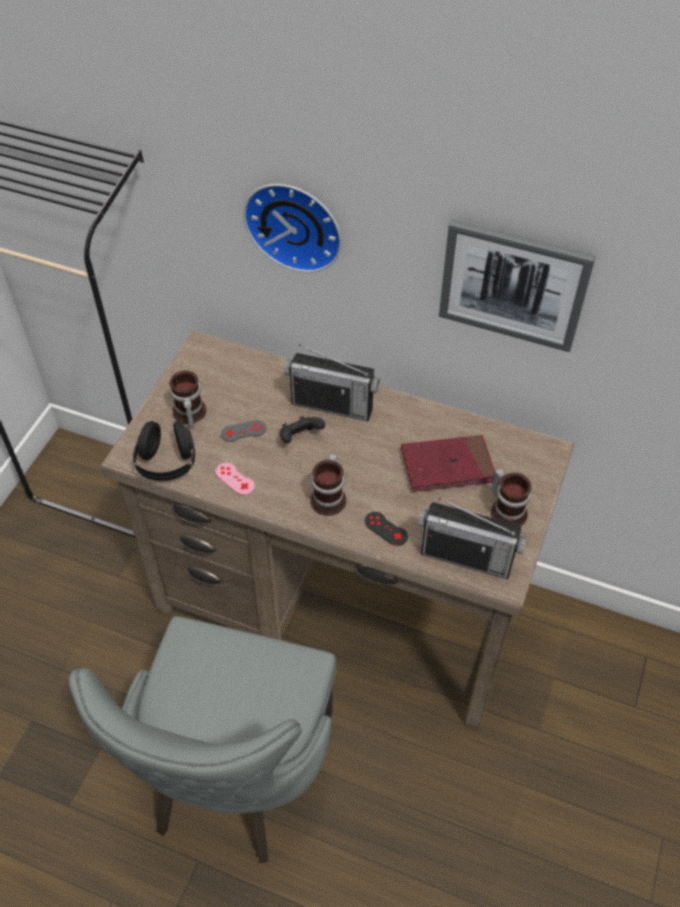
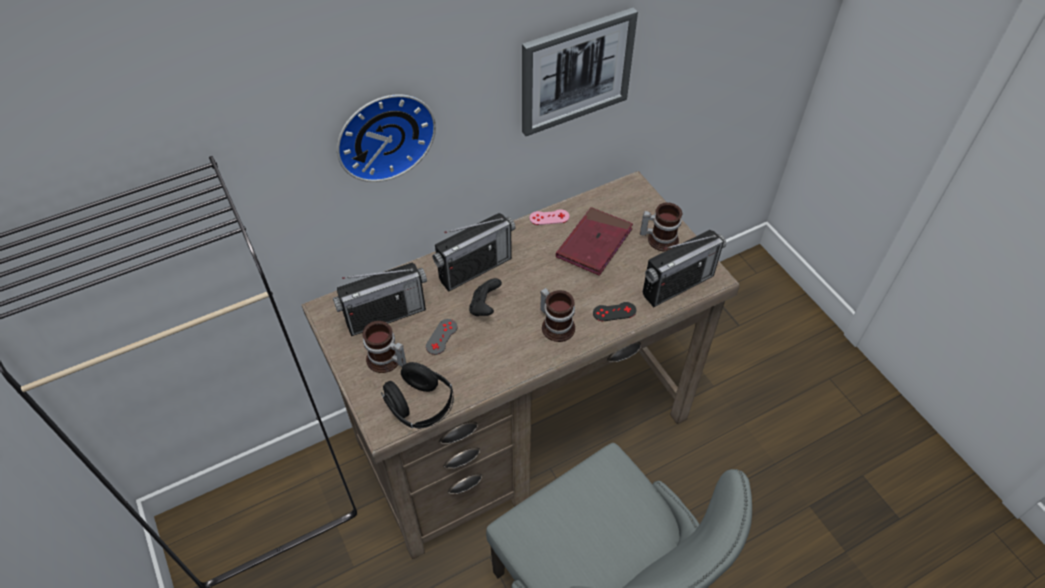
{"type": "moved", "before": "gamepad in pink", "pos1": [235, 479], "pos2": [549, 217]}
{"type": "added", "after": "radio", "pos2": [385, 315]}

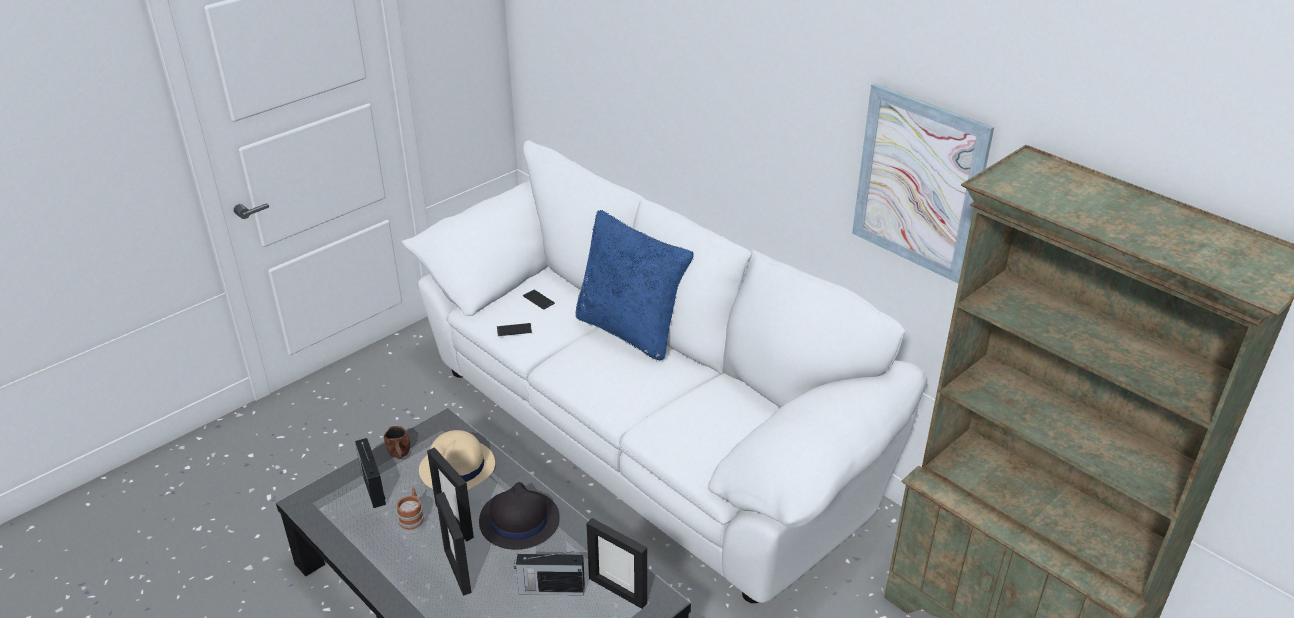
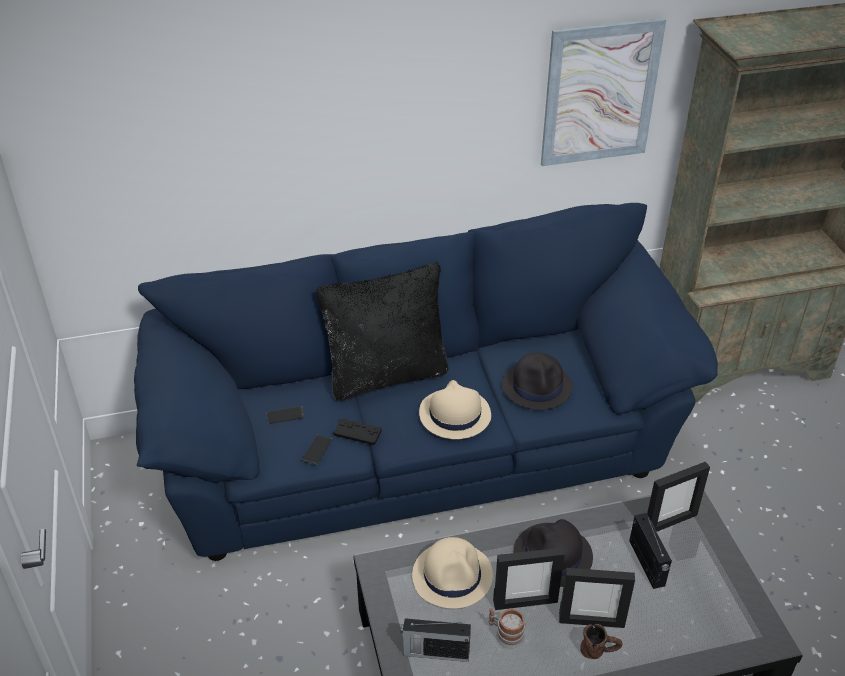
{"type": "moved", "before": "mug in brown-coloured", "pos1": [400, 456], "pos2": [600, 651]}
{"type": "recoloured", "before": "sofa in whitish", "after": "sofa in bluish", "pos1": [644, 440], "pos2": [422, 460]}
{"type": "turned", "before": "radio", "pos1": [550, 589], "pos2": [647, 564], "turn": -45}
{"type": "recoloured", "before": "throw pillow in bluish", "after": "throw pillow in black", "pos1": [629, 334], "pos2": [388, 378]}
{"type": "added", "after": "gamepad in black", "pos2": [357, 432]}
{"type": "added", "after": "wearable hat in sand-coloured", "pos2": [454, 414]}
{"type": "added", "after": "wearable hat in black", "pos2": [537, 386]}

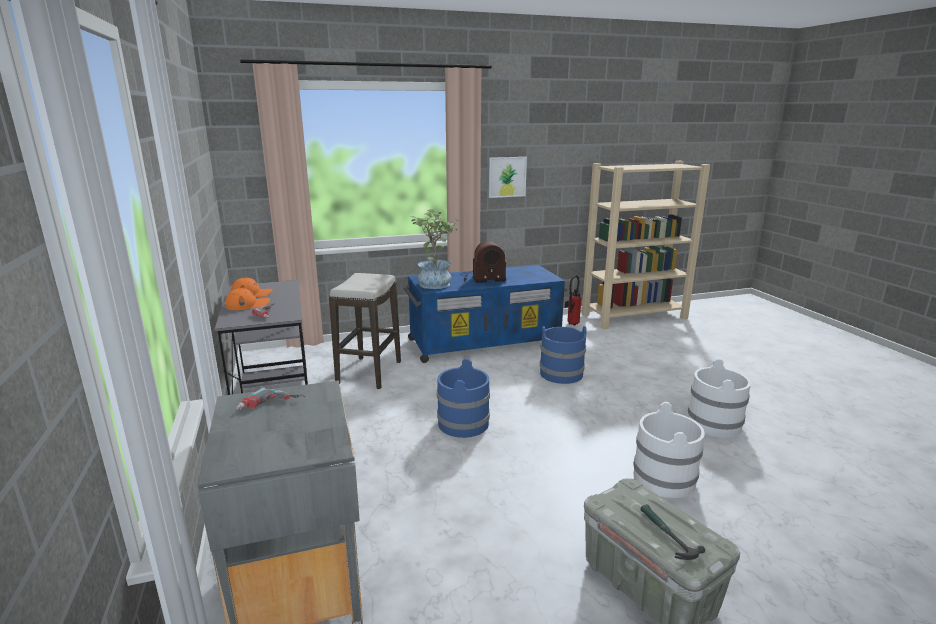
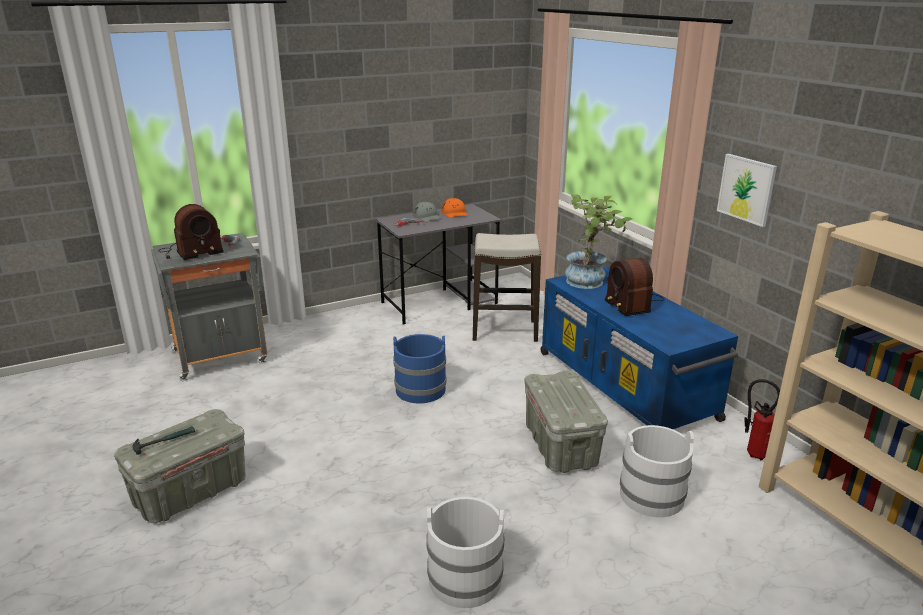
{"type": "recoloured", "before": "baseball cap in orangey", "after": "baseball cap in greyish", "pos1": [248, 304], "pos2": [427, 216]}
{"type": "replaced", "before": "bucket in bluish", "after": "storage box in greyish", "pos1": [561, 373], "pos2": [561, 446]}
{"type": "moved", "before": "bucket in whitish", "pos1": [663, 478], "pos2": [652, 495]}
{"type": "added", "after": "radio", "pos2": [190, 252]}

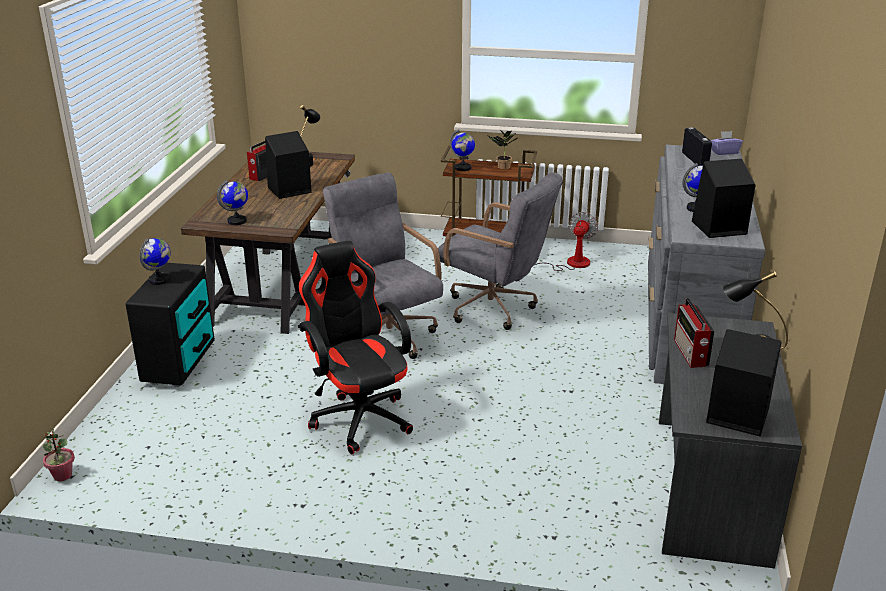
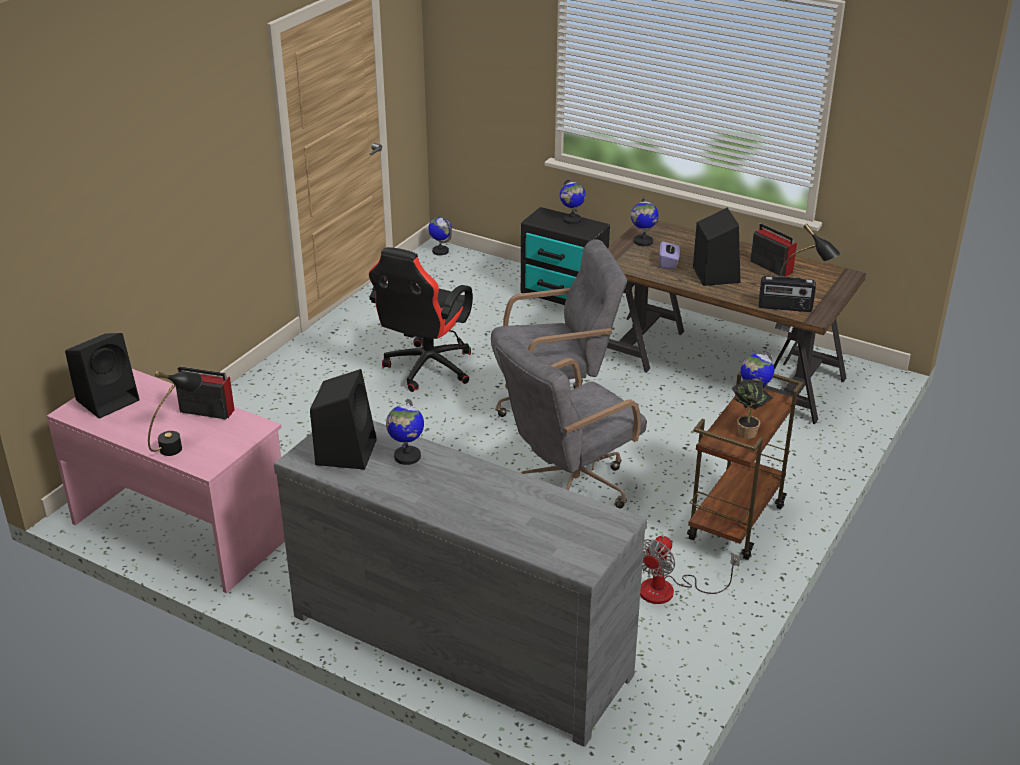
{"type": "replaced", "before": "plant in a pot", "after": "desk globe", "pos1": [62, 475], "pos2": [440, 251]}
{"type": "turned", "before": "computer chair in black", "pos1": [359, 416], "pos2": [425, 371], "turn": 120}
{"type": "turned", "before": "electric fan", "pos1": [569, 263], "pos2": [669, 590], "turn": 75}
{"type": "recoloured", "before": "desk unit in greyish", "after": "desk unit in pink", "pos1": [708, 487], "pos2": [182, 528]}
{"type": "moved", "before": "radio", "pos1": [695, 159], "pos2": [785, 308]}
{"type": "moved", "before": "box of tissues in purple", "pos1": [724, 152], "pos2": [668, 263]}

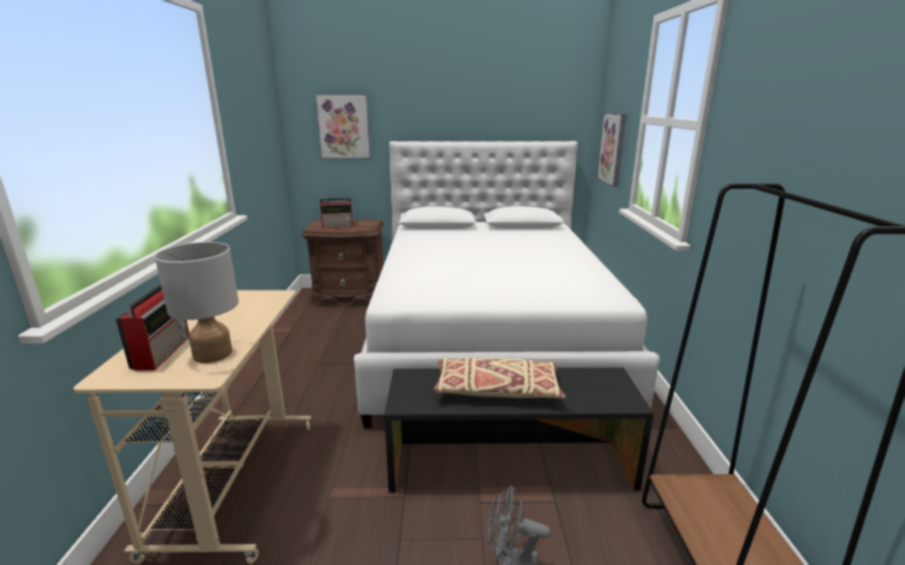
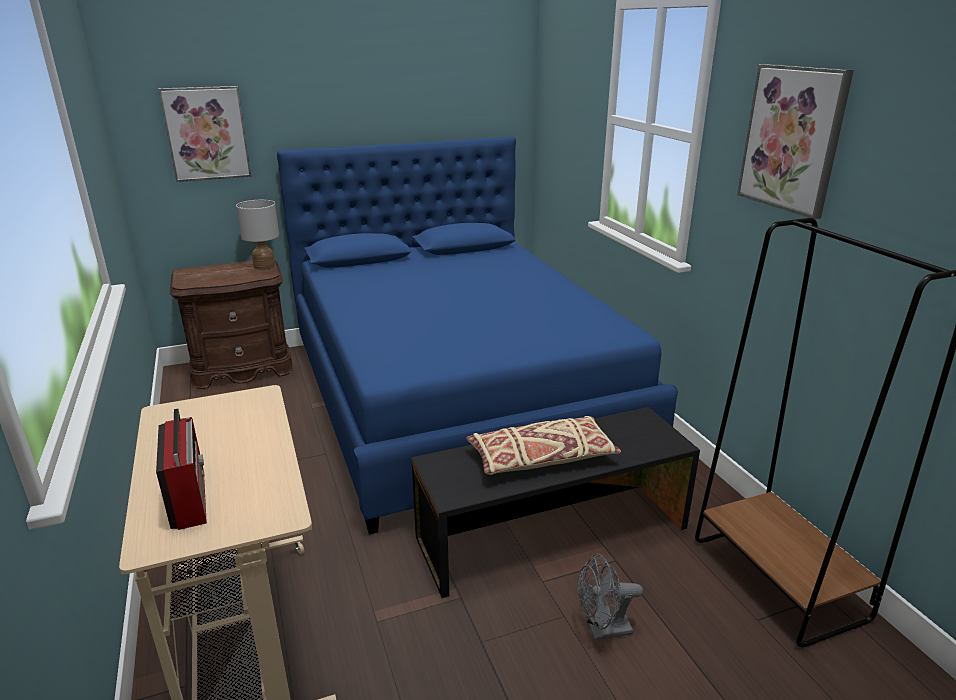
{"type": "moved", "before": "table lamp in greyish", "pos1": [213, 354], "pos2": [264, 266]}
{"type": "removed", "before": "radio", "pos1": [338, 226]}
{"type": "recoloured", "before": "sleeping bed in whitish", "after": "sleeping bed in bluish", "pos1": [489, 339], "pos2": [457, 396]}
{"type": "moved", "before": "wall picture", "pos1": [612, 149], "pos2": [792, 139]}

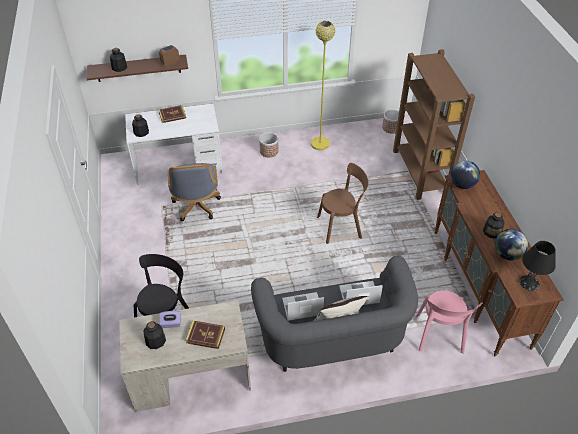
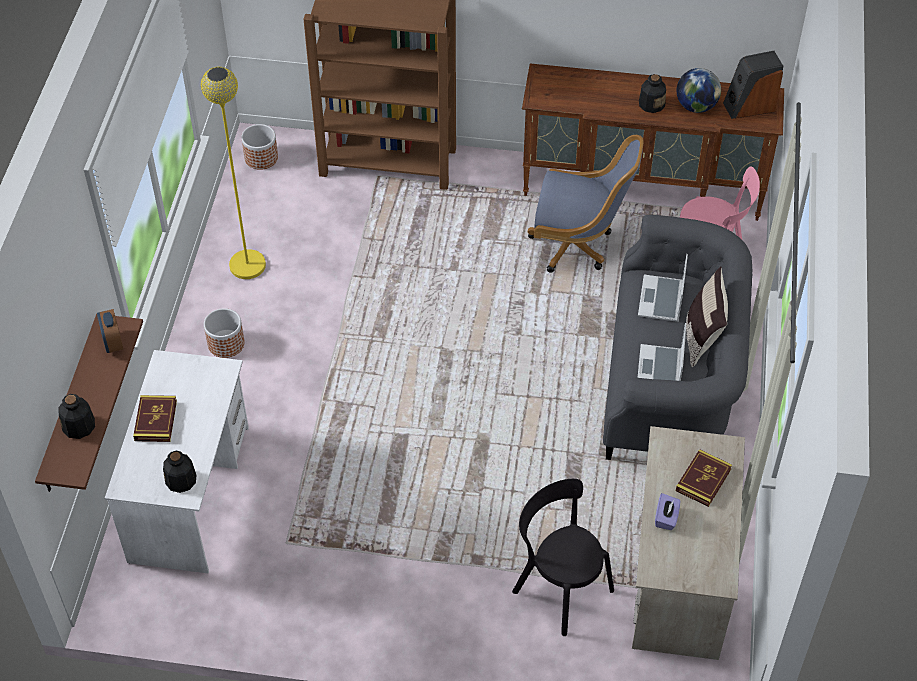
{"type": "removed", "before": "drink bottle", "pos1": [155, 341]}
{"type": "moved", "before": "computer chair in bluish", "pos1": [197, 209], "pos2": [578, 246]}
{"type": "removed", "before": "plain chair in brown-coloured", "pos1": [341, 227]}
{"type": "removed", "before": "desk globe", "pos1": [462, 185]}
{"type": "replaced", "before": "table lamp in black", "after": "speaker", "pos1": [529, 283], "pos2": [749, 106]}

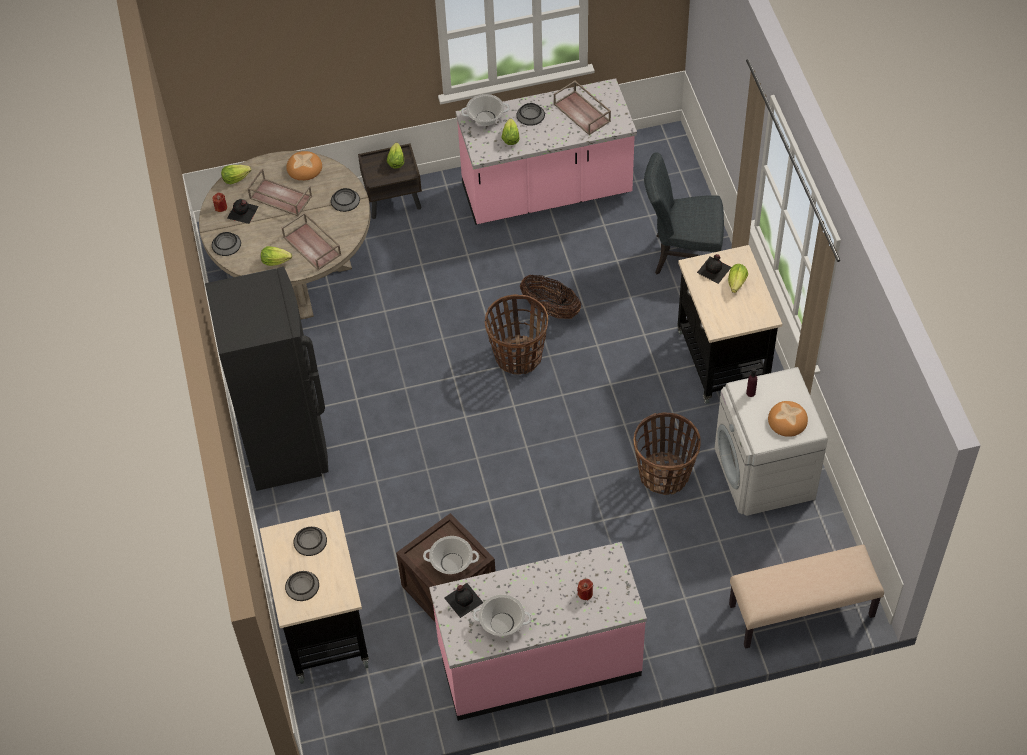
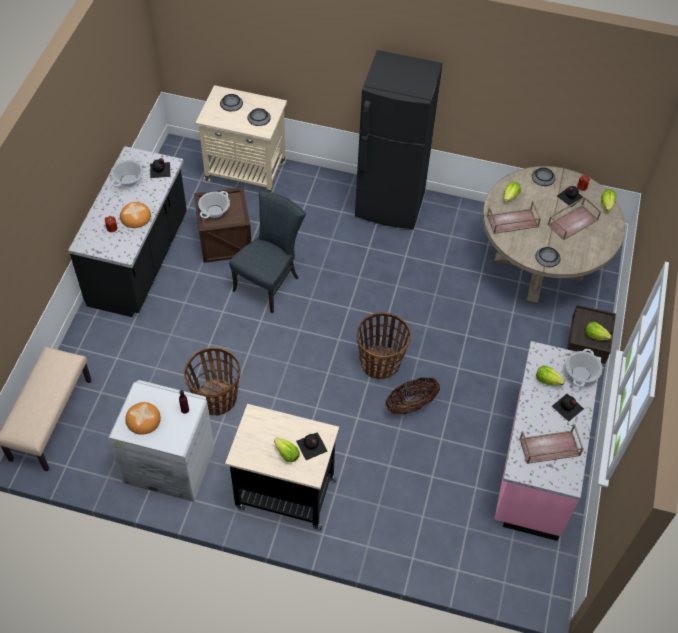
{"type": "recoloured", "before": "wheeled cart in black", "after": "wheeled cart in sand-coloured", "pos1": [324, 629], "pos2": [245, 173]}
{"type": "moved", "before": "bakery bread", "pos1": [304, 168], "pos2": [135, 217]}
{"type": "recoloured", "before": "kitchen base unit in pink", "after": "kitchen base unit in black", "pos1": [539, 661], "pos2": [140, 261]}
{"type": "replaced", "before": "serving bowl", "after": "drink bottle in black", "pos1": [530, 115], "pos2": [567, 408]}
{"type": "moved", "before": "plain chair in greyish", "pos1": [681, 255], "pos2": [269, 282]}

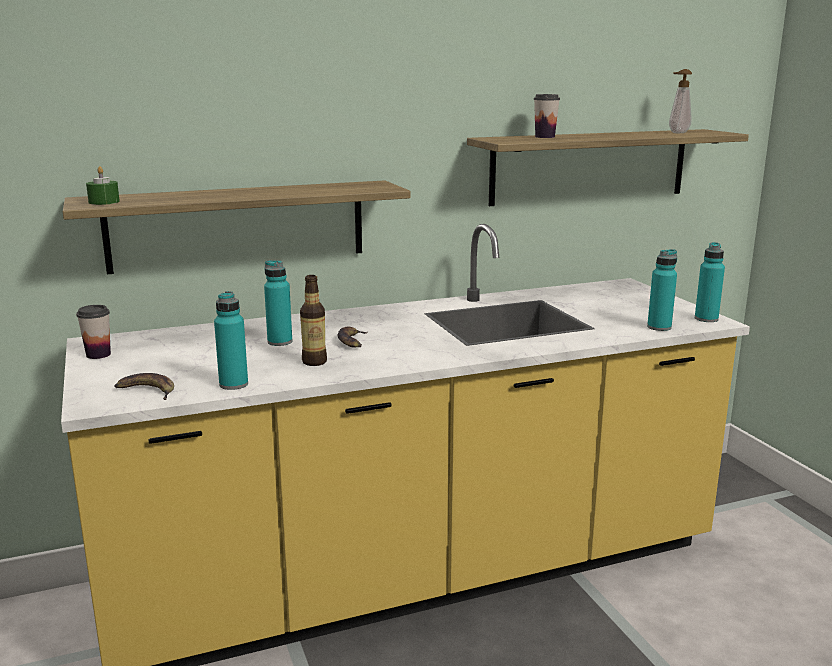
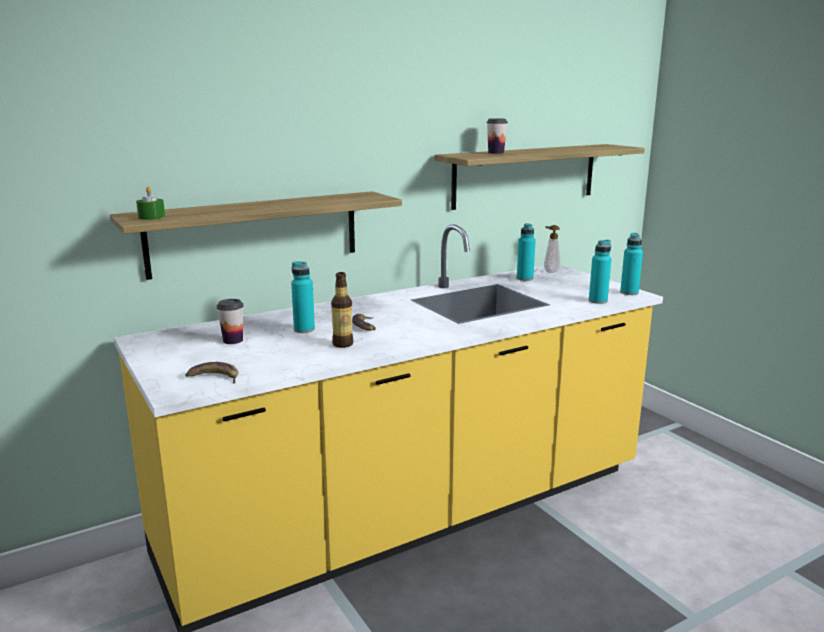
{"type": "moved", "before": "small cup", "pos1": [98, 354], "pos2": [233, 340]}
{"type": "moved", "before": "drink bottle in turquoise", "pos1": [233, 384], "pos2": [525, 278]}
{"type": "moved", "before": "soap dispenser", "pos1": [677, 132], "pos2": [550, 271]}

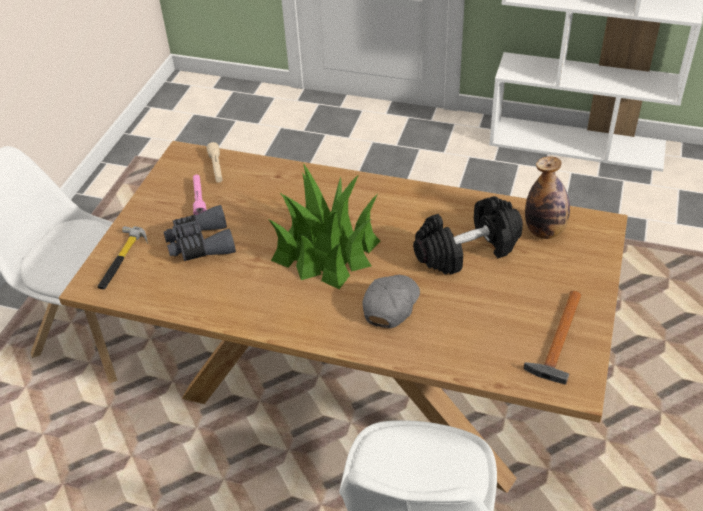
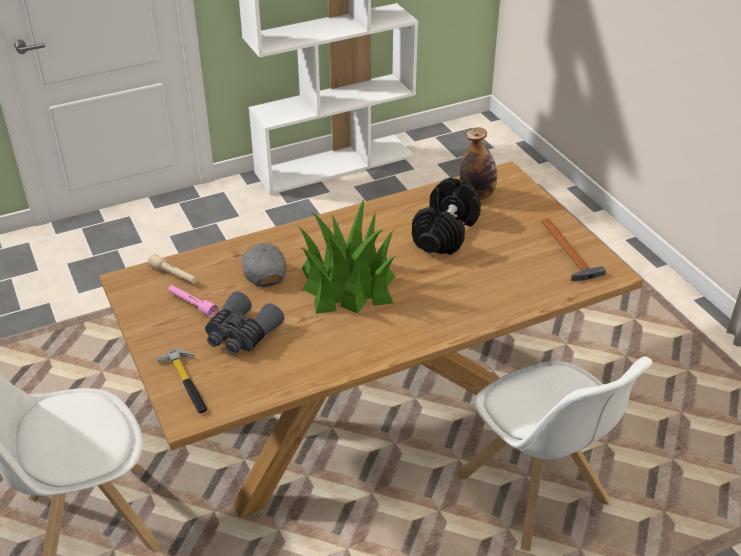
{"type": "moved", "before": "baseball cap in greyish", "pos1": [390, 305], "pos2": [263, 270]}

